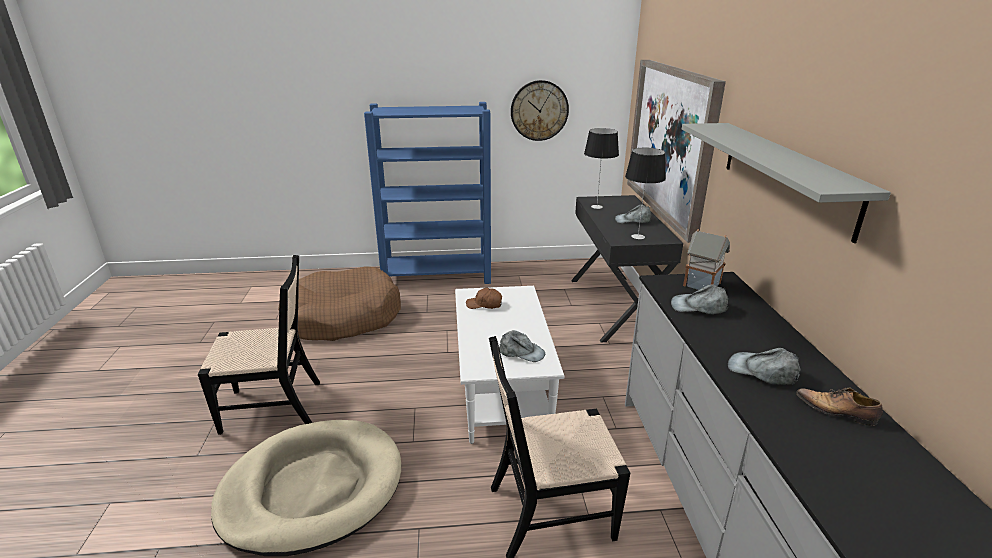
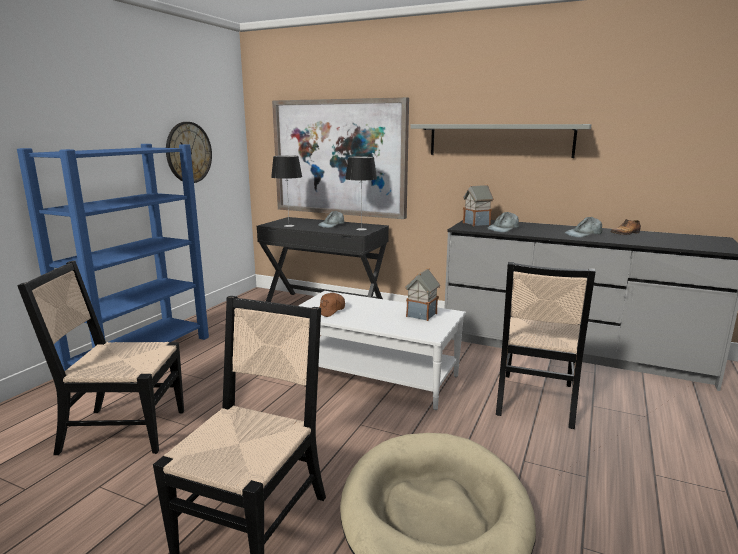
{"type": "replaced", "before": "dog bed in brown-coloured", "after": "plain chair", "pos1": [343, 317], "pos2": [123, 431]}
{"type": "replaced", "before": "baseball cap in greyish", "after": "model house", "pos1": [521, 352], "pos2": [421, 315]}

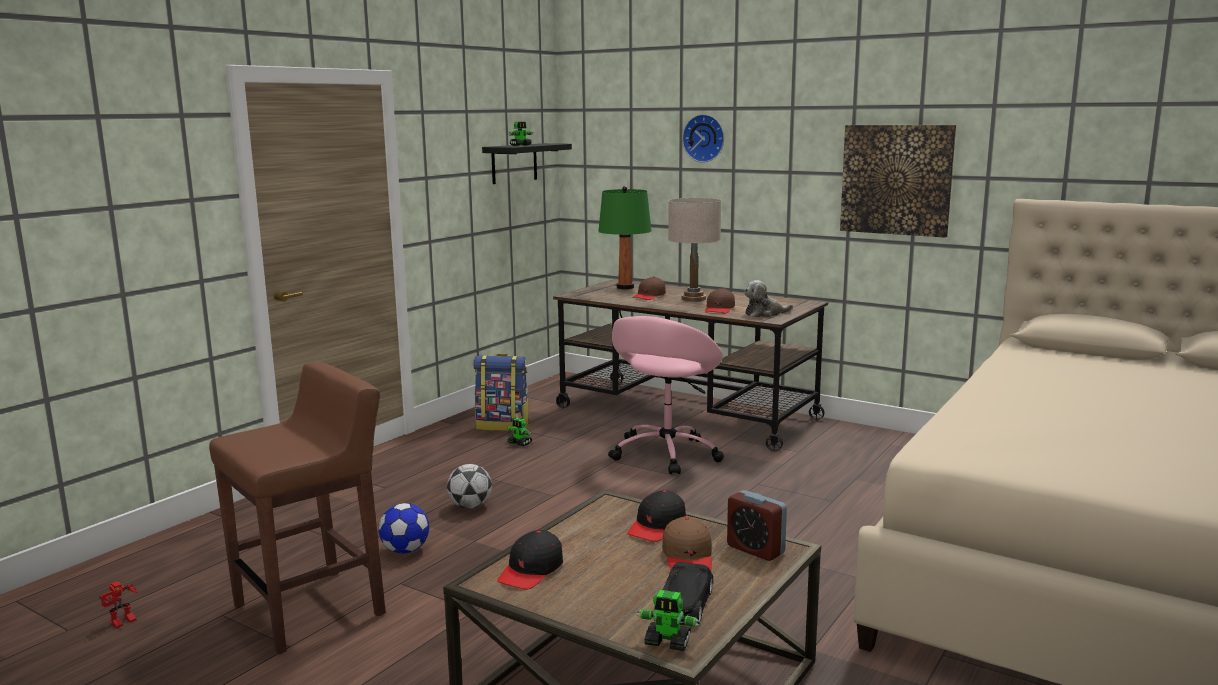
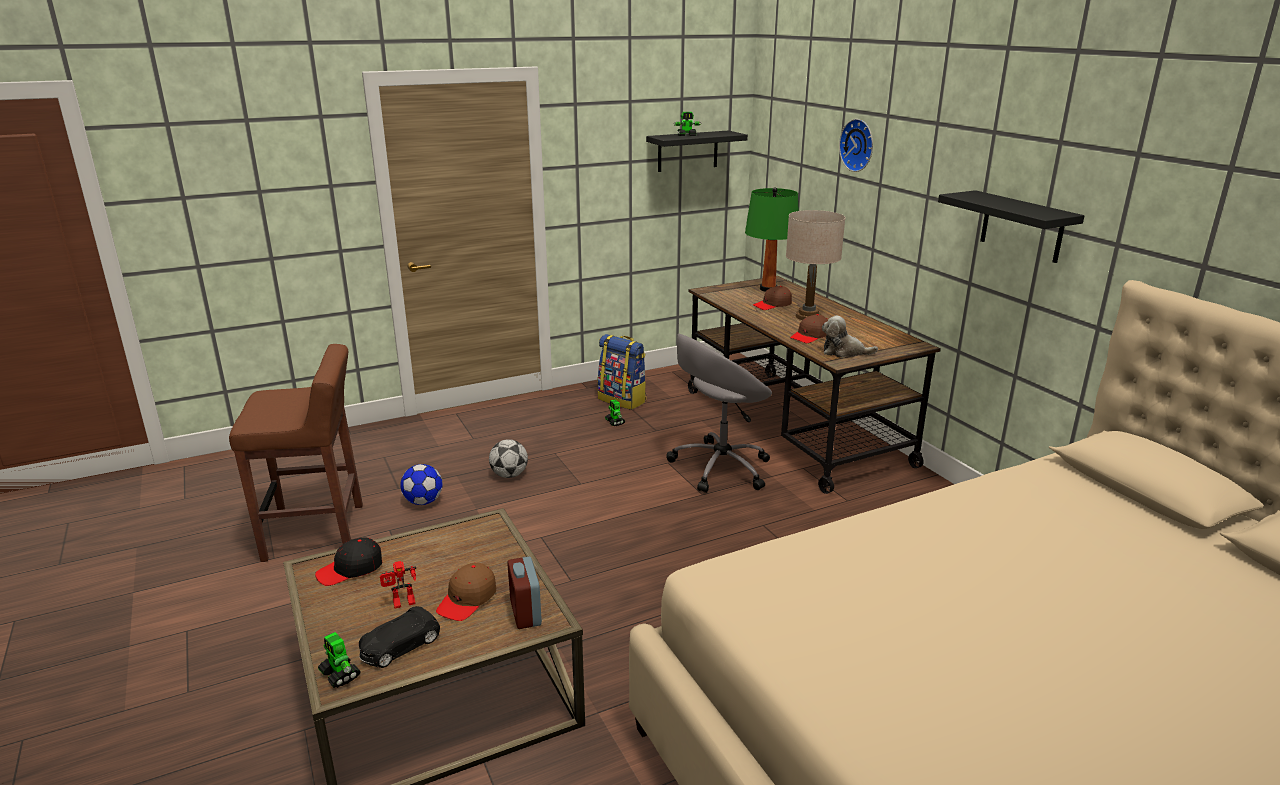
{"type": "moved", "before": "robot figure", "pos1": [123, 623], "pos2": [402, 604]}
{"type": "recoloured", "before": "computer chair in pink", "after": "computer chair in greyish", "pos1": [664, 455], "pos2": [718, 468]}
{"type": "removed", "before": "baseball cap in black", "pos1": [657, 526]}
{"type": "replaced", "before": "wall picture", "after": "wall shelf in black", "pos1": [896, 179], "pos2": [1022, 226]}

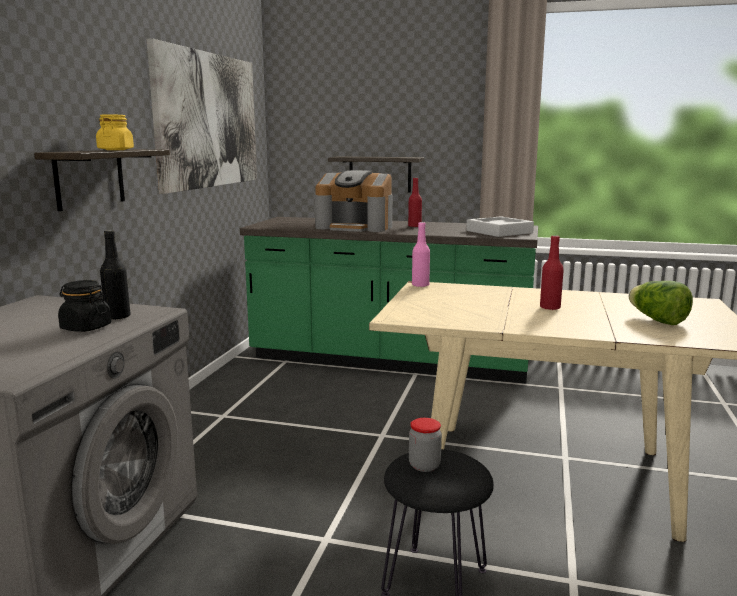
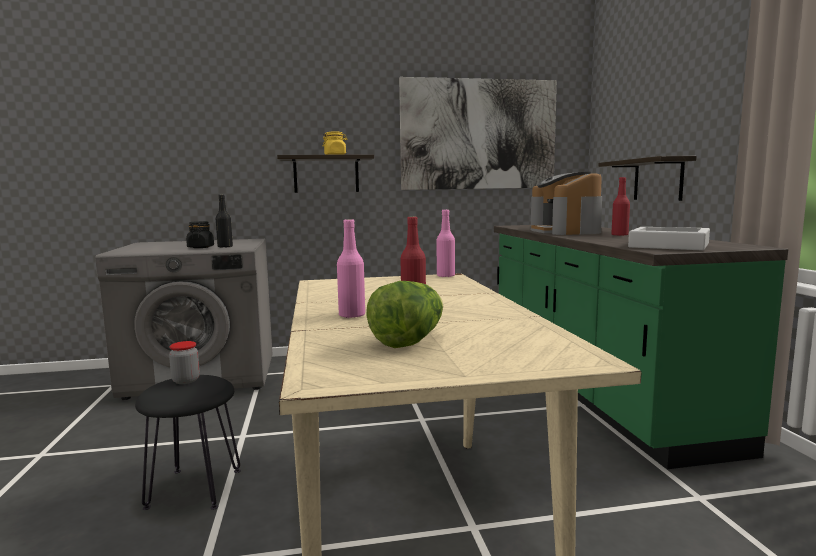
{"type": "added", "after": "drink bottle in pink", "pos2": [352, 315]}

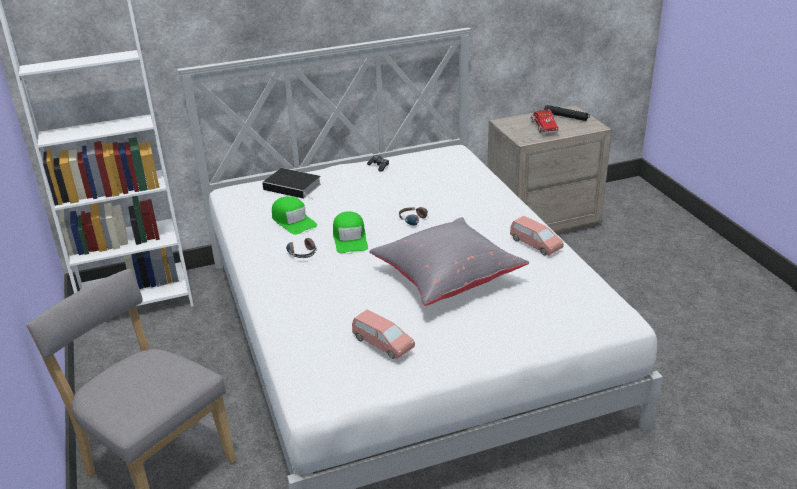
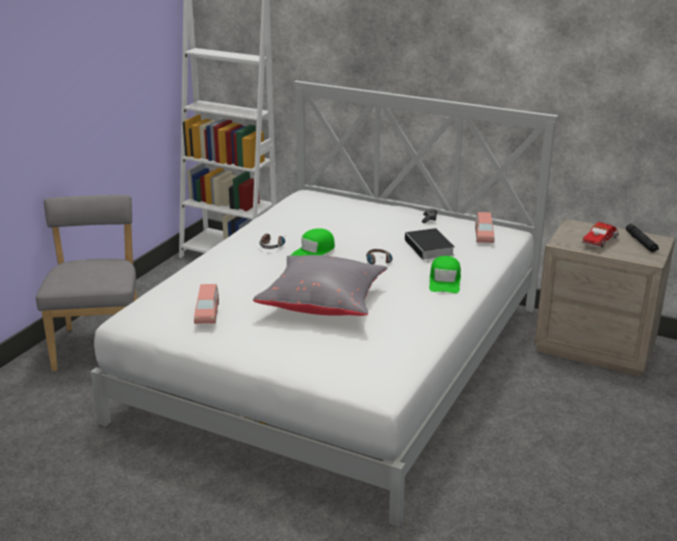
{"type": "moved", "before": "book", "pos1": [294, 187], "pos2": [430, 248]}
{"type": "moved", "before": "baseball cap in green-coloured", "pos1": [293, 221], "pos2": [445, 281]}
{"type": "moved", "before": "model car in pink", "pos1": [535, 244], "pos2": [484, 236]}

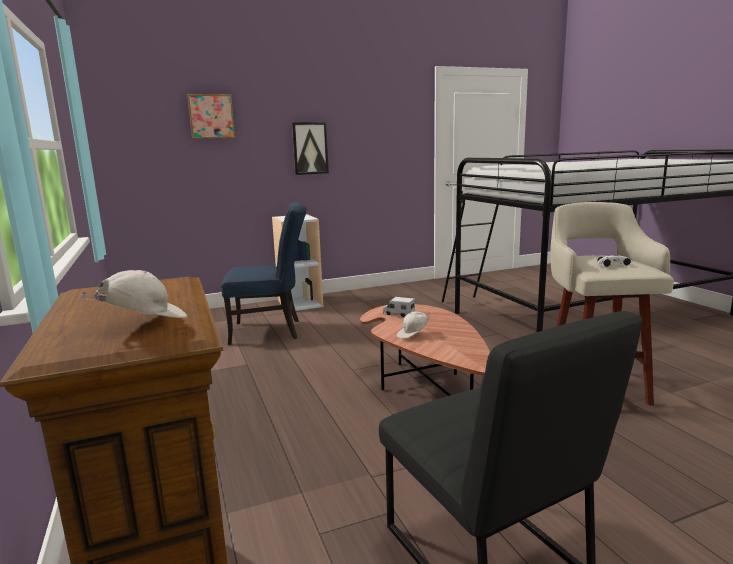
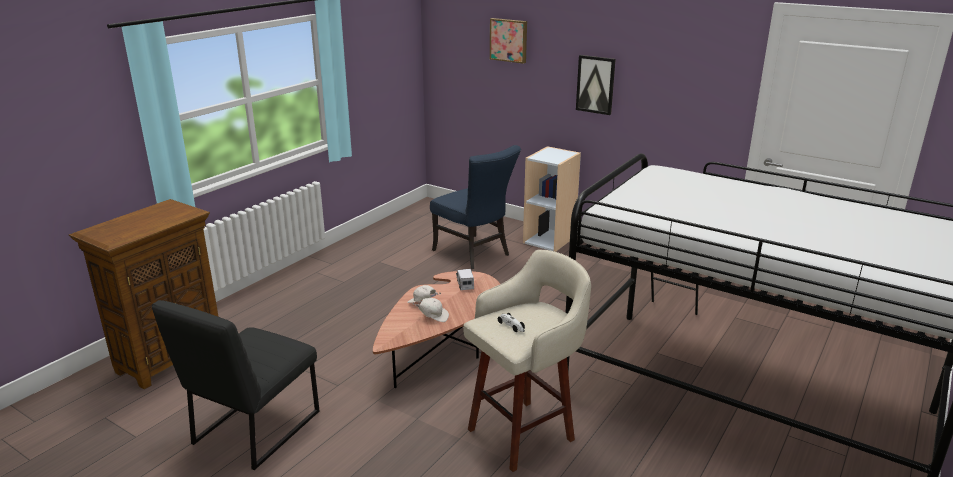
{"type": "moved", "before": "baseball cap in whitish", "pos1": [143, 322], "pos2": [433, 317]}

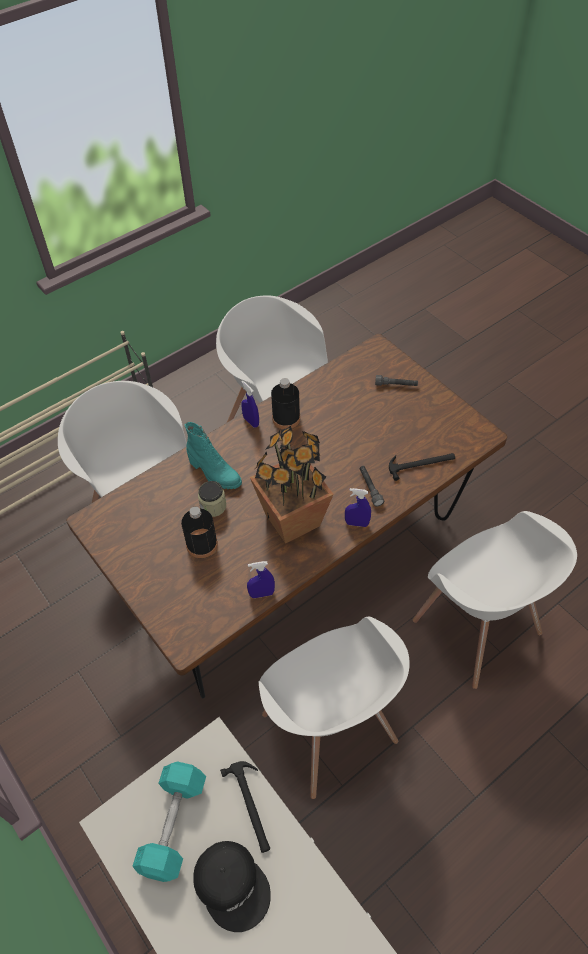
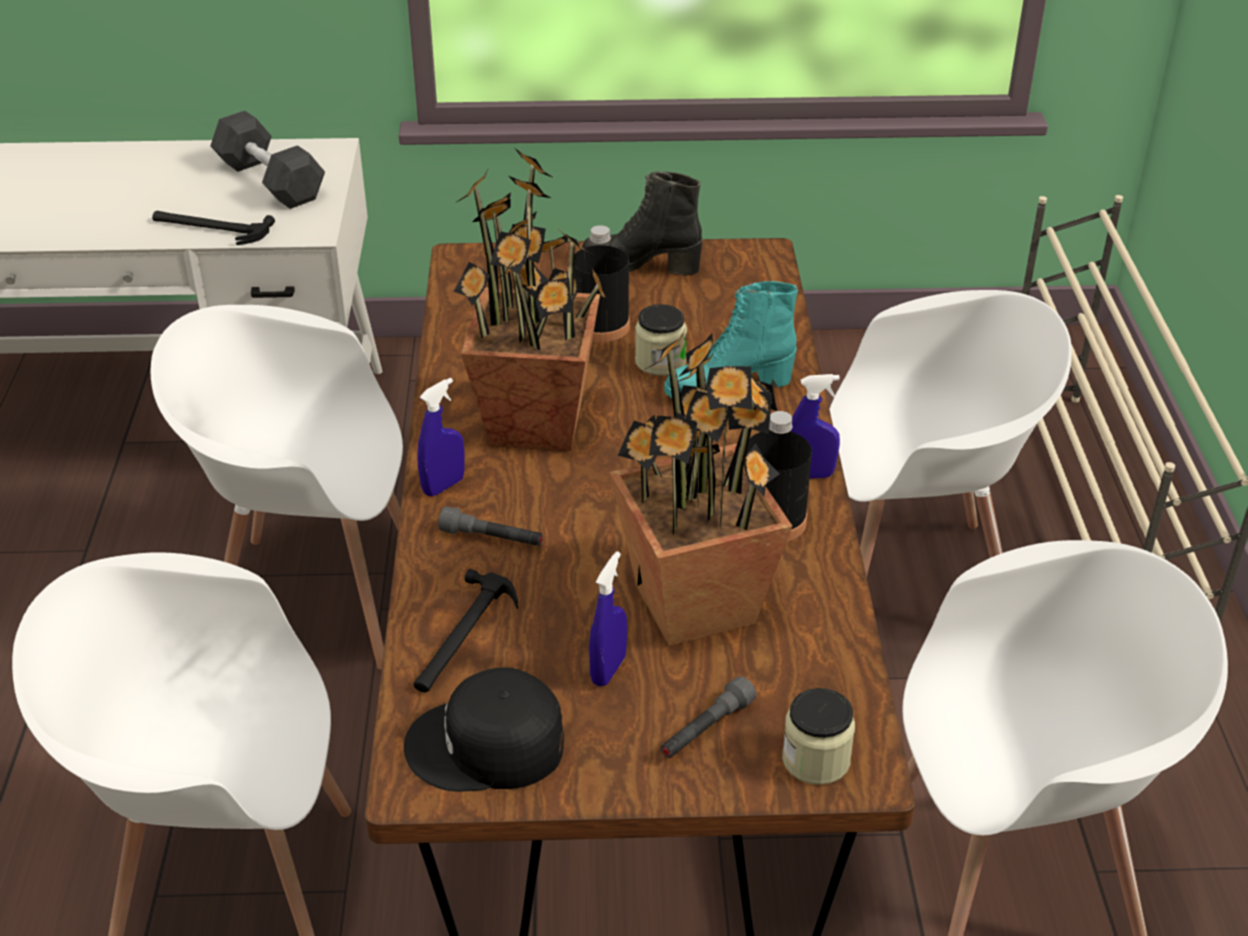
{"type": "recoloured", "before": "dumbbell in turquoise", "after": "dumbbell in greyish", "pos1": [173, 824], "pos2": [270, 181]}
{"type": "moved", "before": "baseball cap in black", "pos1": [232, 884], "pos2": [487, 746]}
{"type": "moved", "before": "spray bottle in bluish", "pos1": [261, 594], "pos2": [608, 670]}
{"type": "added", "after": "high-top boot in black", "pos2": [641, 265]}
{"type": "added", "after": "plant in a pot", "pos2": [696, 603]}
{"type": "added", "after": "storage jar", "pos2": [816, 759]}

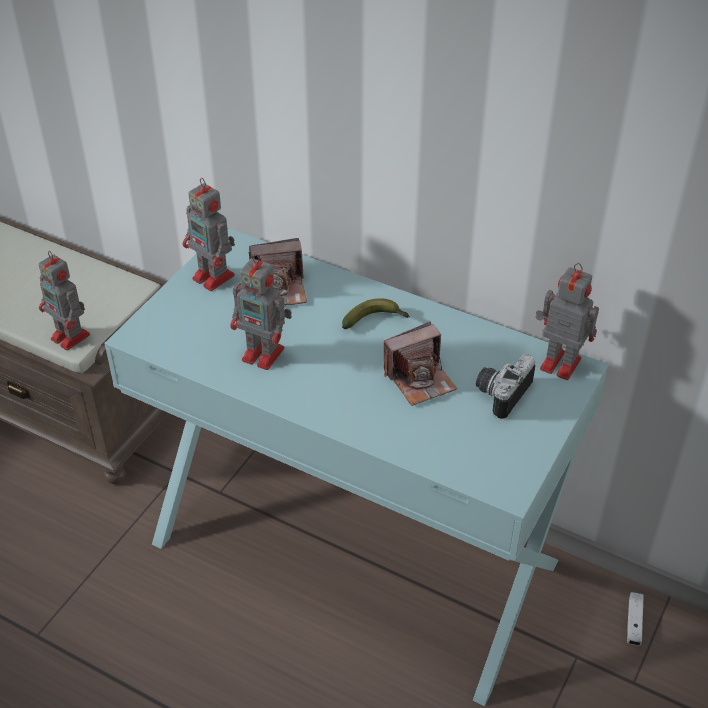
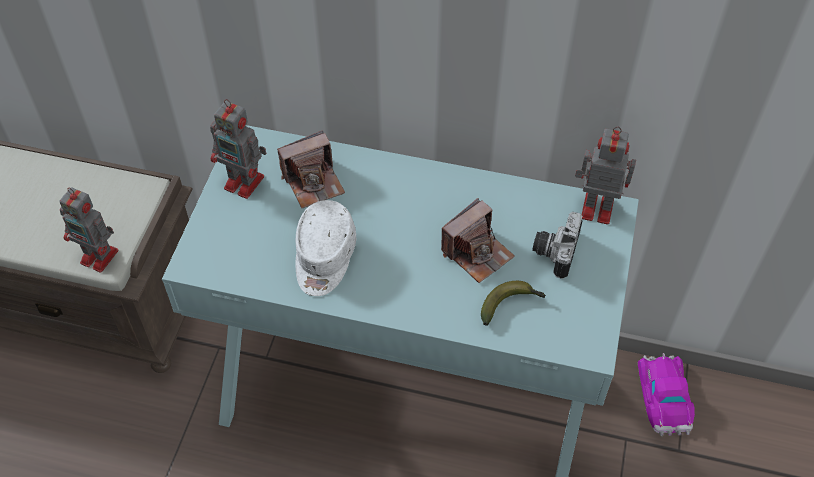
{"type": "replaced", "before": "robot figure", "after": "baseball cap in whitish", "pos1": [265, 355], "pos2": [324, 258]}
{"type": "moved", "before": "banana fruit", "pos1": [376, 320], "pos2": [510, 304]}
{"type": "replaced", "before": "gamepad in whitish", "after": "model car", "pos1": [634, 623], "pos2": [664, 395]}

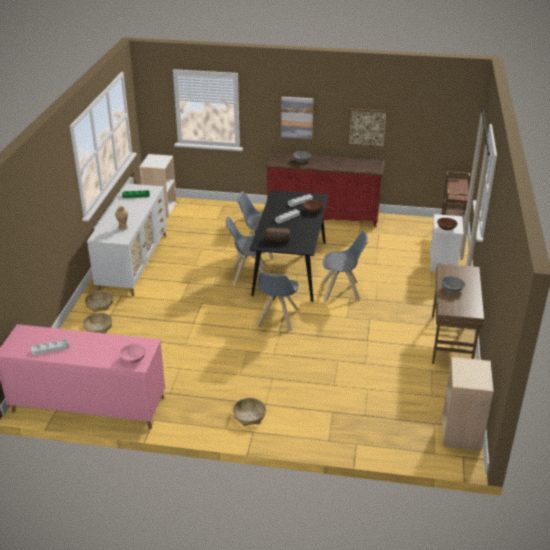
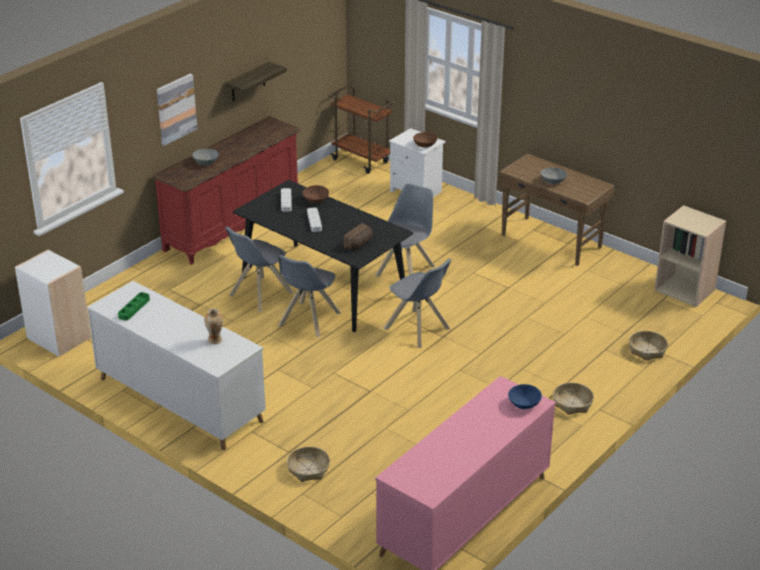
{"type": "removed", "before": "carrying tray in greyish", "pos1": [50, 349]}
{"type": "moved", "before": "household basket", "pos1": [99, 304], "pos2": [647, 350]}
{"type": "recoloured", "before": "serving bowl in pink", "after": "serving bowl in bluish", "pos1": [133, 359], "pos2": [524, 403]}
{"type": "replaced", "before": "wall picture", "after": "wall shelf", "pos1": [367, 127], "pos2": [248, 82]}

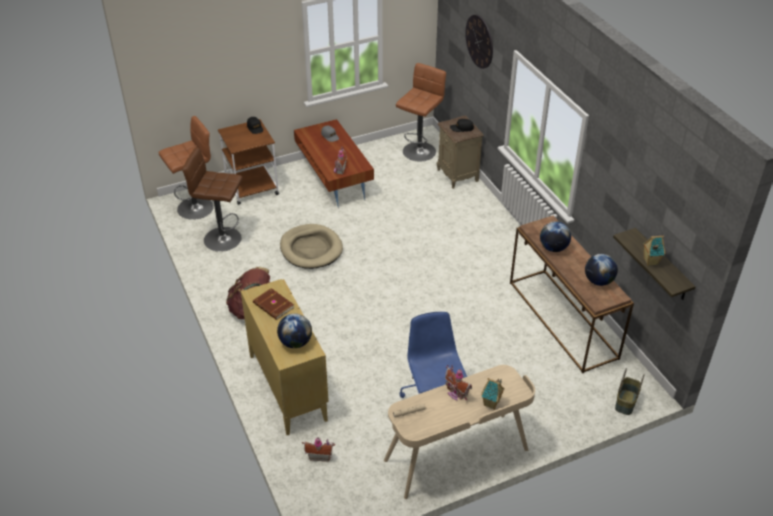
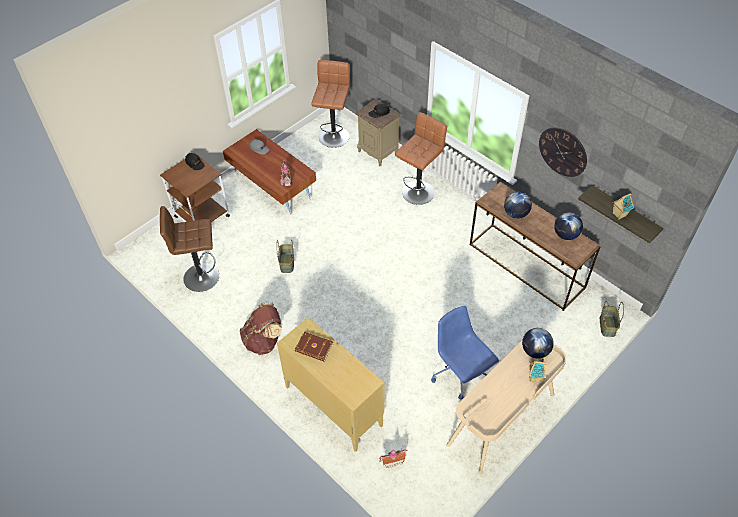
{"type": "moved", "before": "sitting stool in brown-coloured", "pos1": [196, 208], "pos2": [418, 192]}
{"type": "moved", "before": "desk globe", "pos1": [295, 342], "pos2": [535, 351]}
{"type": "replaced", "before": "dog bed in sand-coloured", "after": "household basket", "pos1": [311, 249], "pos2": [286, 263]}
{"type": "removed", "before": "model house", "pos1": [456, 393]}
{"type": "moved", "before": "hanging clock", "pos1": [479, 41], "pos2": [563, 151]}

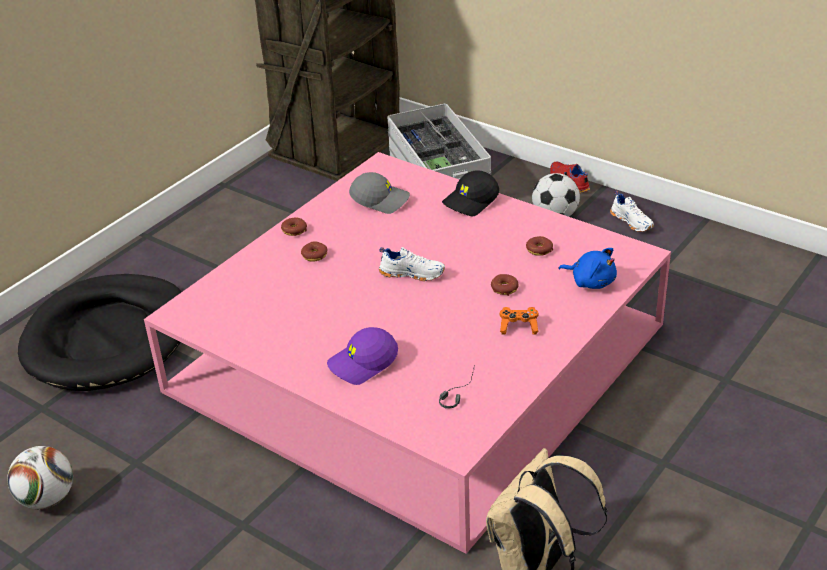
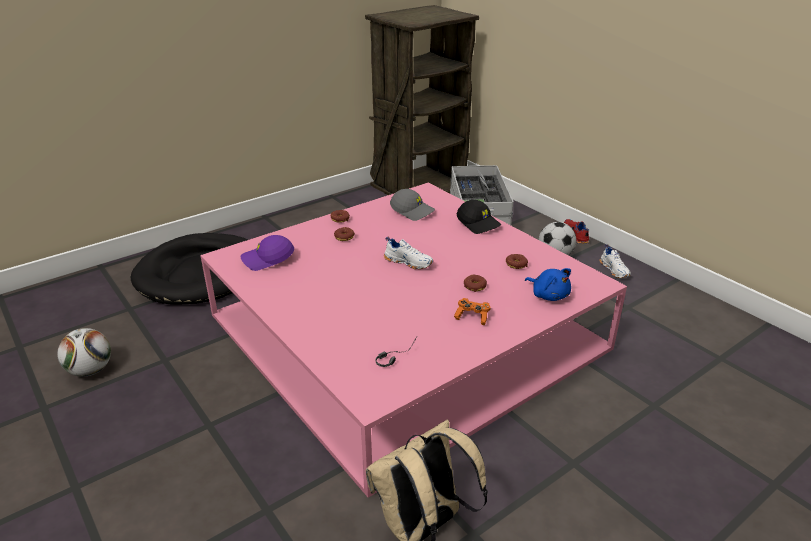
{"type": "moved", "before": "baseball cap in purple", "pos1": [363, 364], "pos2": [268, 260]}
{"type": "turned", "before": "baseball cap in black", "pos1": [471, 202], "pos2": [479, 223], "turn": -105}

